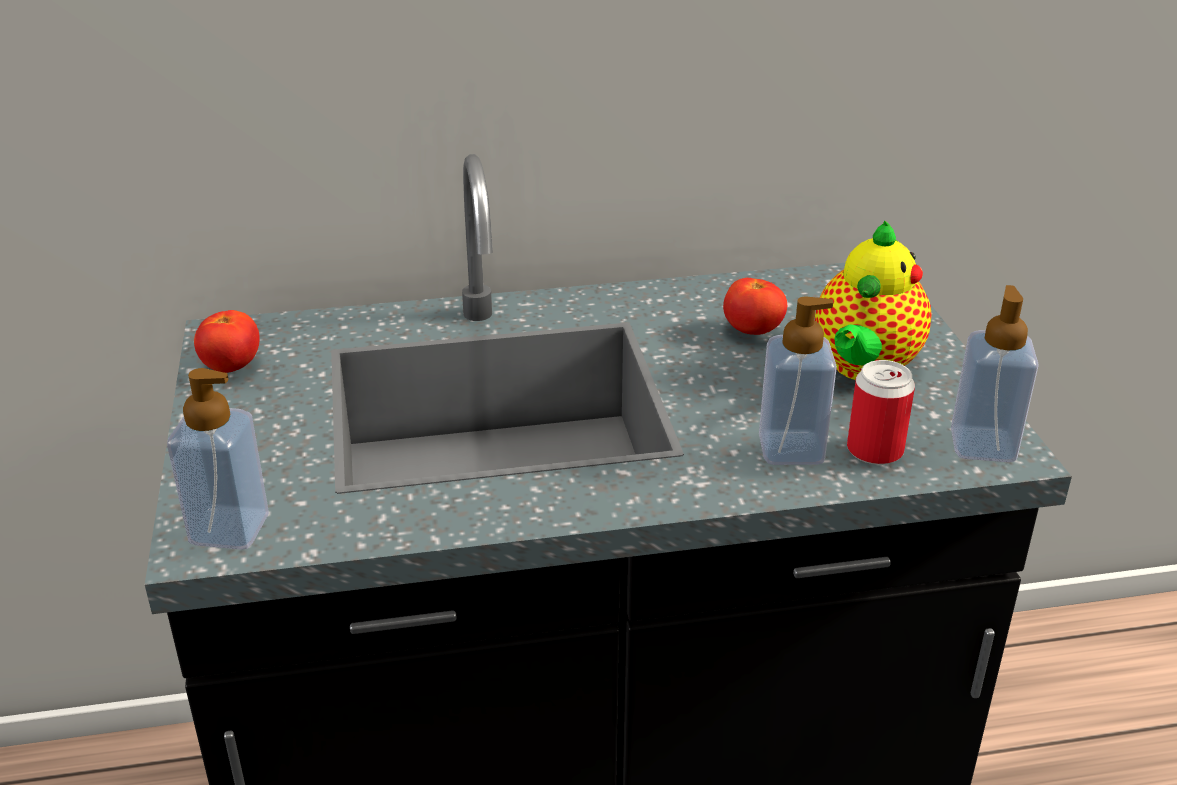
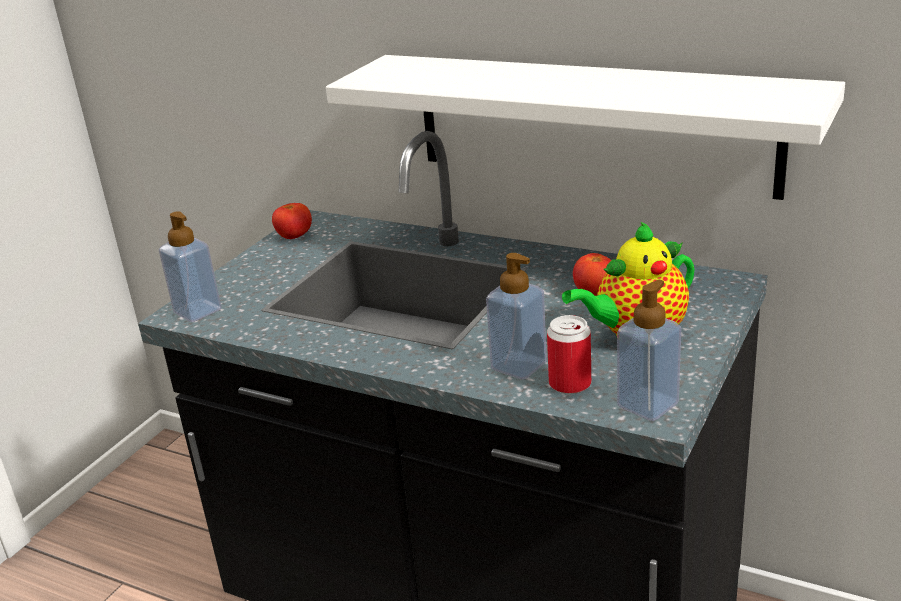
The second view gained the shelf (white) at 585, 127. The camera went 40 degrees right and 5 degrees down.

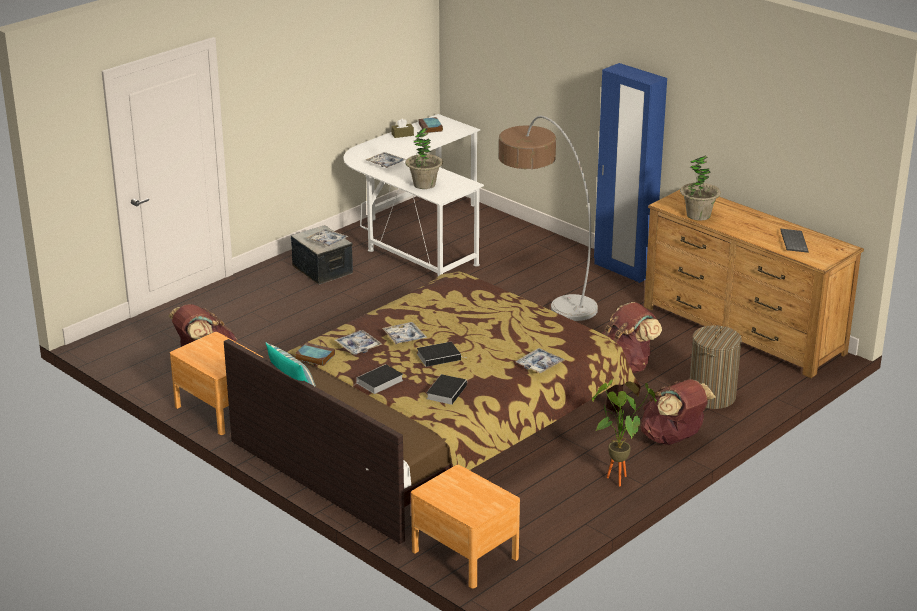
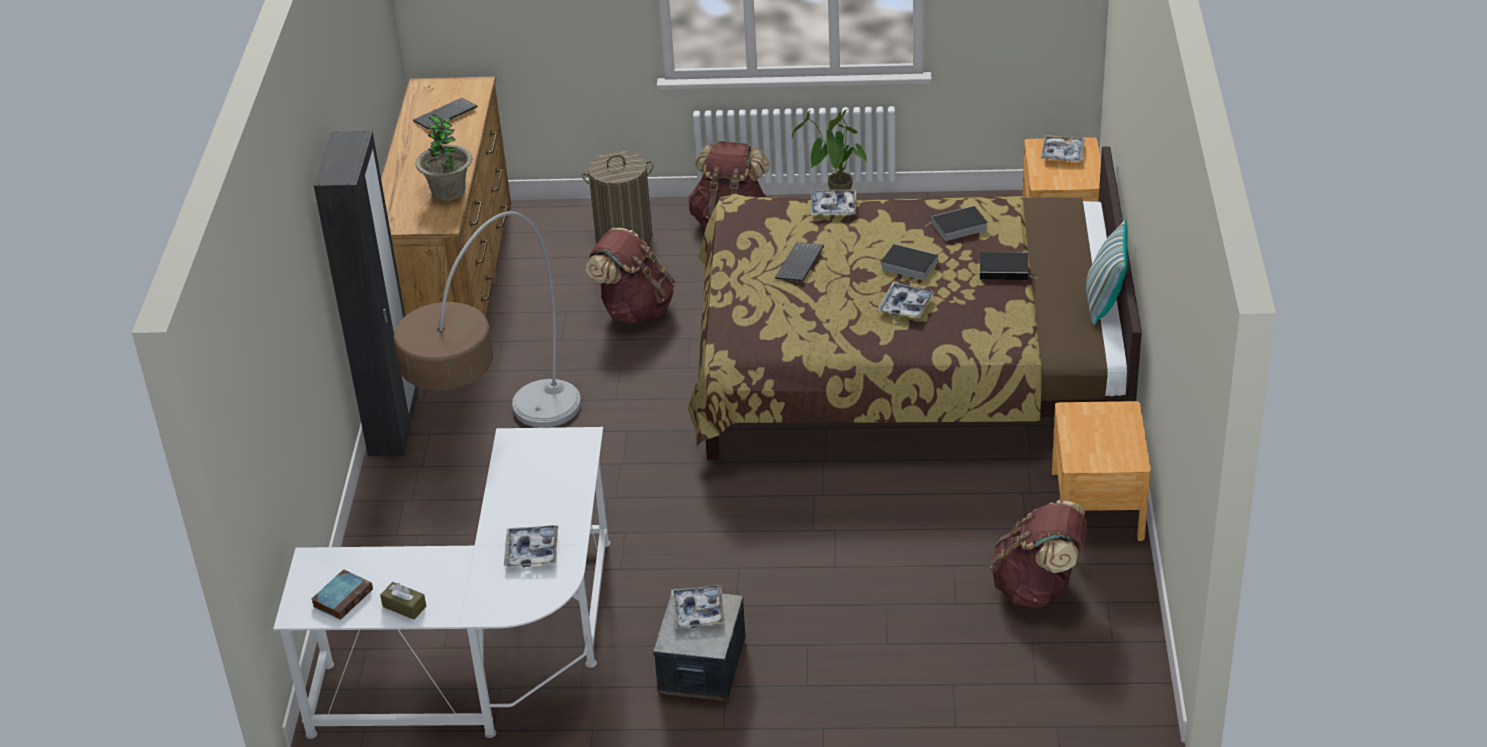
What was the wardrobe (blue) at 630, 173 turned into the wardrobe (black) at 366, 293. The second view lost the potted plant at 424, 158. The tray ended up elsewhere, having gone from 358, 342 to 1063, 148. The second view lost the book at 315, 354. The second view gained the keyboard at 799, 262. The camera went 130 degrees left and 10 degrees up.

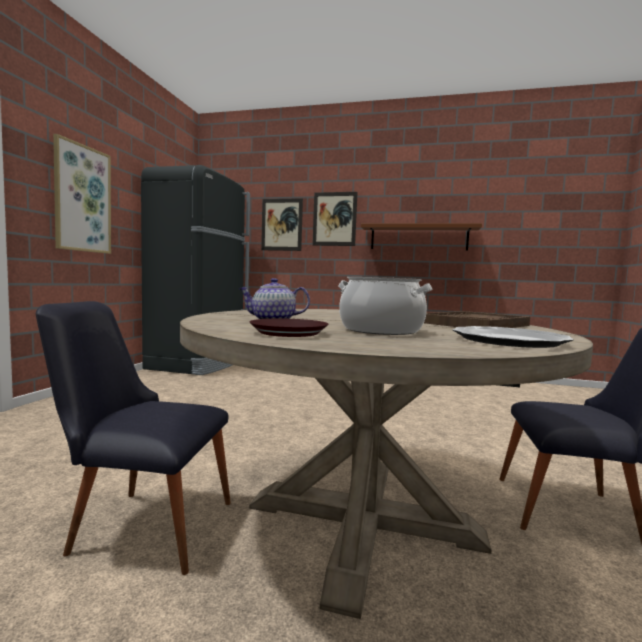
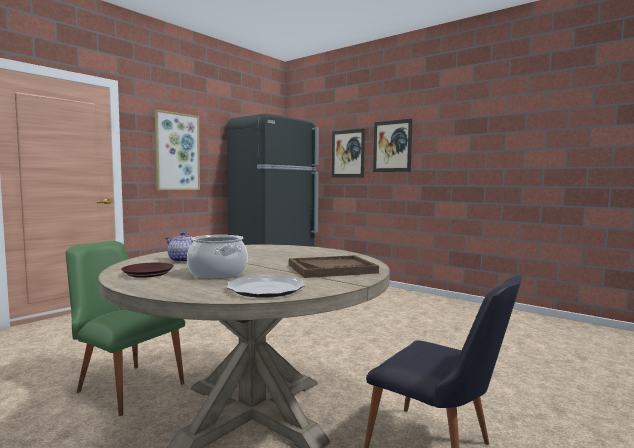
The second view lost the shelf (brown) at 421, 237. What was the chair (black) at 133, 438 turned into the chair (green) at 125, 328. The camera went 25 degrees right and 0 degrees up.

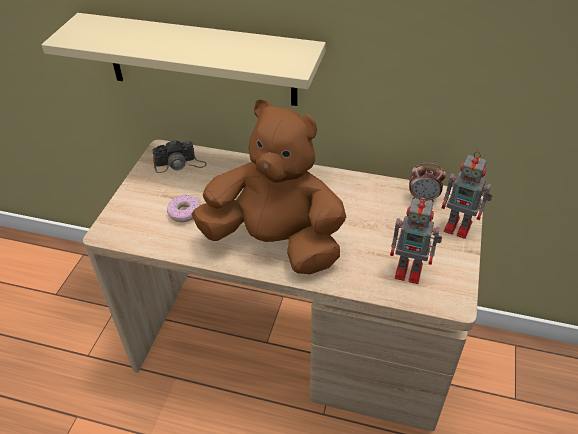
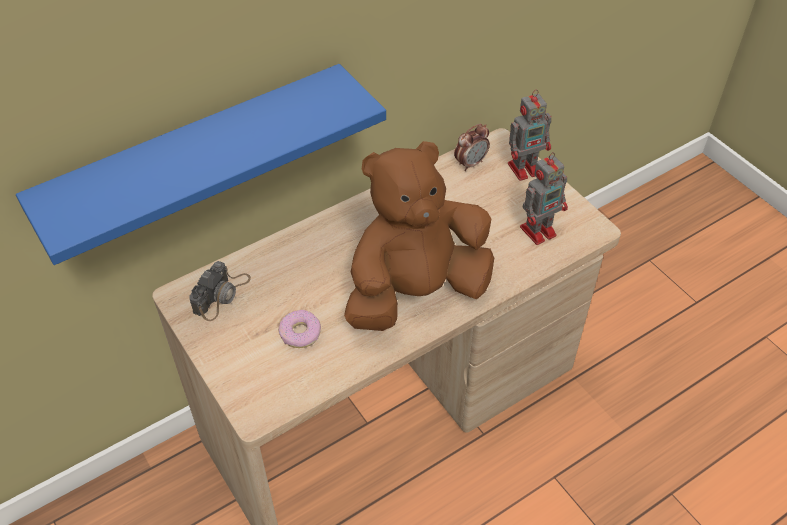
What was the shelf (beige) at 184, 59 turned into the shelf (blue) at 201, 164. The camera went 50 degrees left and 5 degrees up.

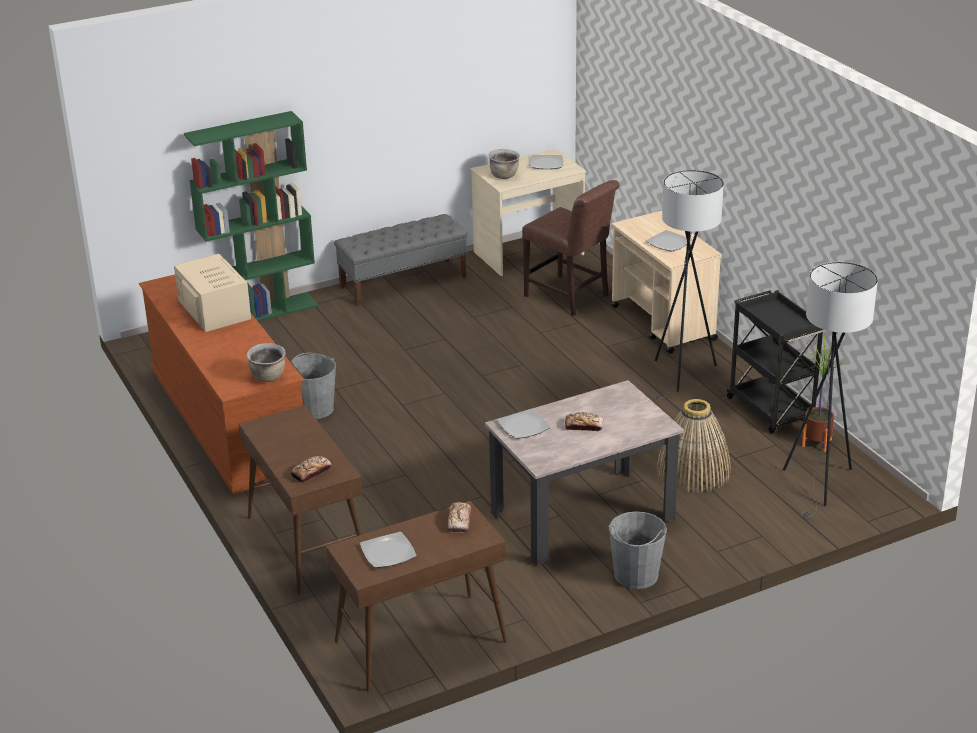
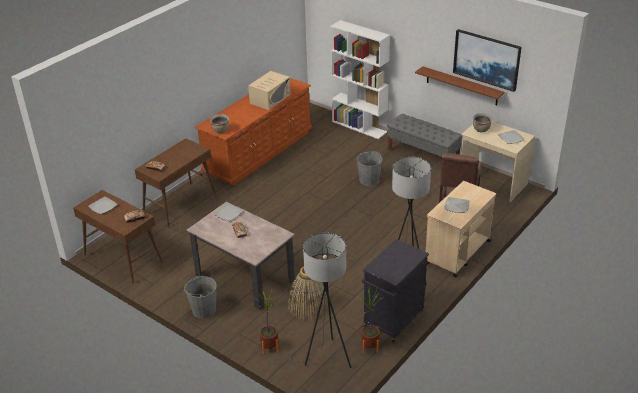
What was the bookcase (green) at 251, 216 turned into the bookcase (white) at 360, 79. Where the cart (black) stood at 775, 362, the cabinet (black) came to stand at 395, 290. The bucket (grey) ended up elsewhere, having gone from 313, 386 to 370, 168. The second view gained the picture at 487, 60. The second view gained the shelf (brown) at 460, 85. The second view gained the potted plant at 269, 321. The camera went 65 degrees right and 5 degrees up.

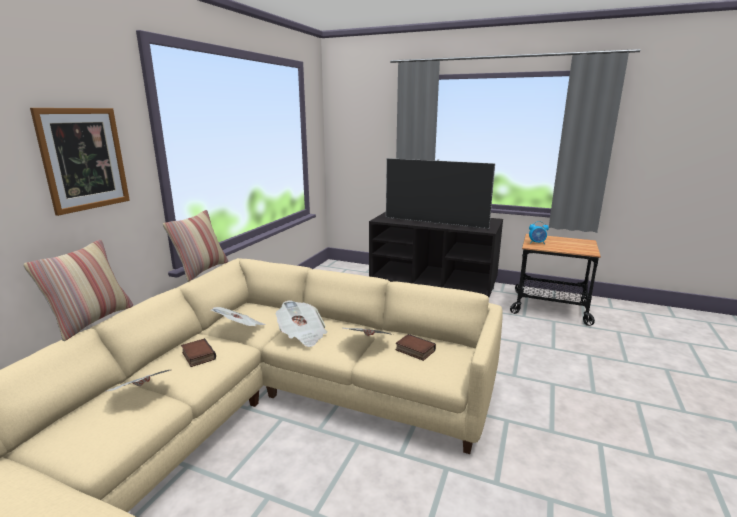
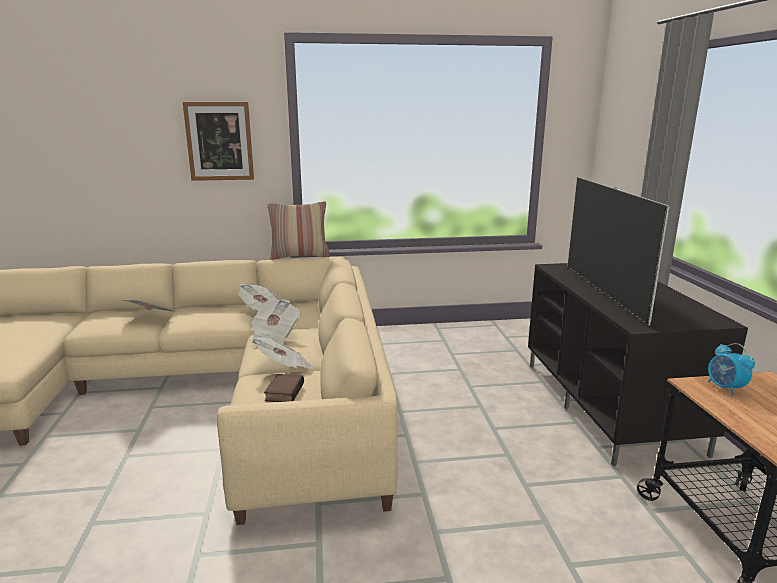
The second view lost the pillow at 78, 290. The second view lost the book at 198, 352. The camera went 60 degrees right and 0 degrees up.

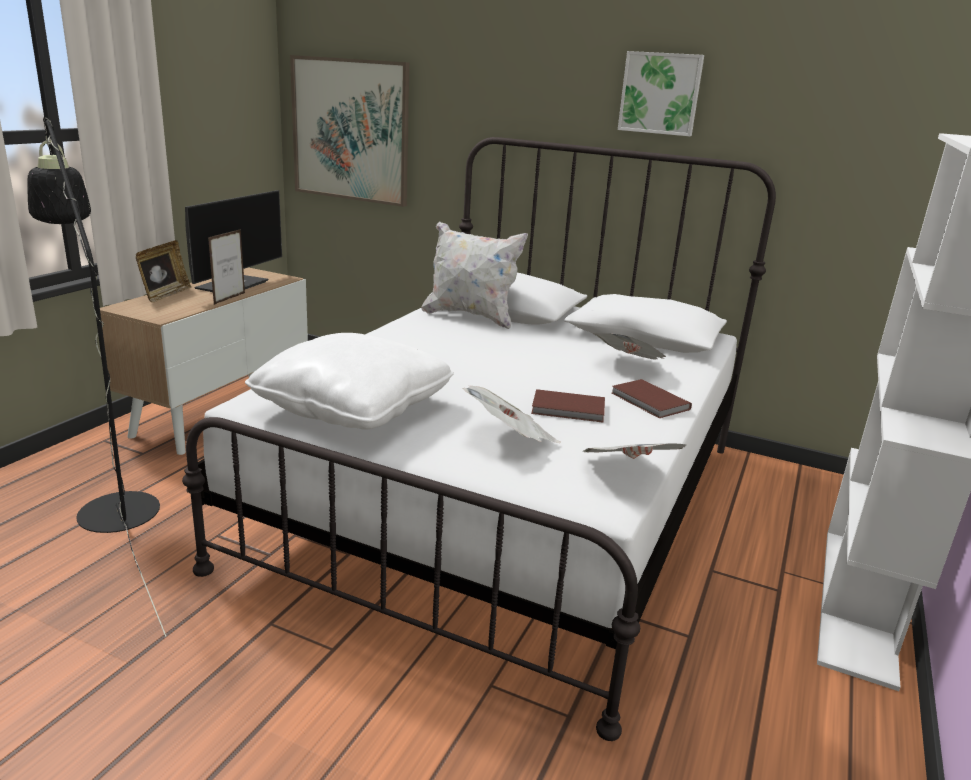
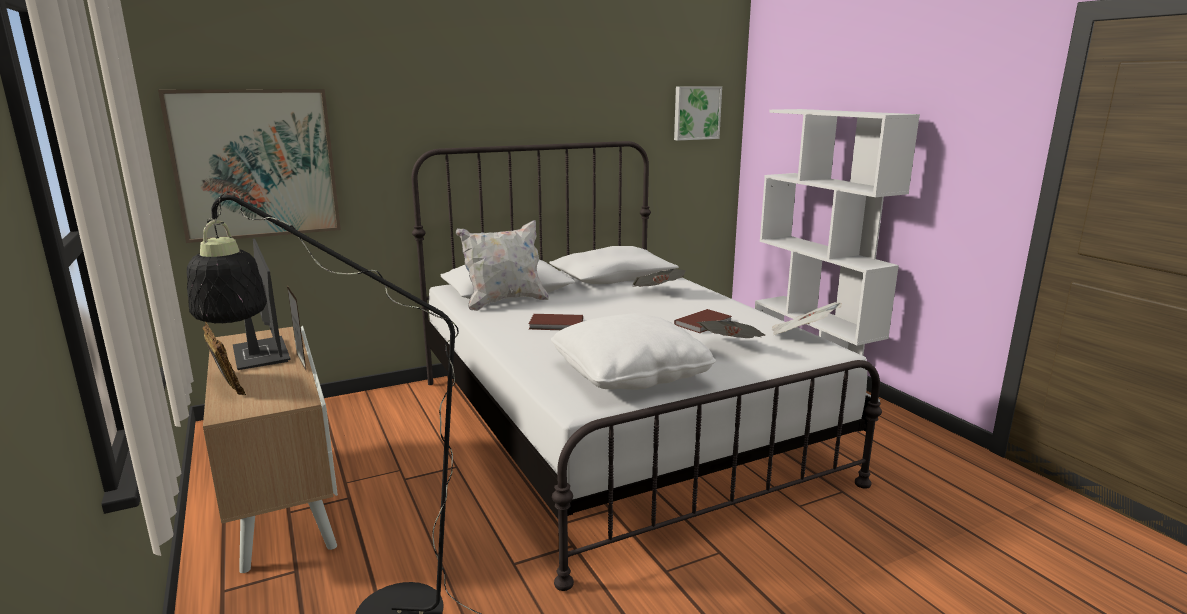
The picture ended up elsewhere, having gone from 661, 93 to 698, 114. The book (brown) ended up elsewhere, having gone from 651, 398 to 556, 322. The camera went 50 degrees left and 5 degrees down.

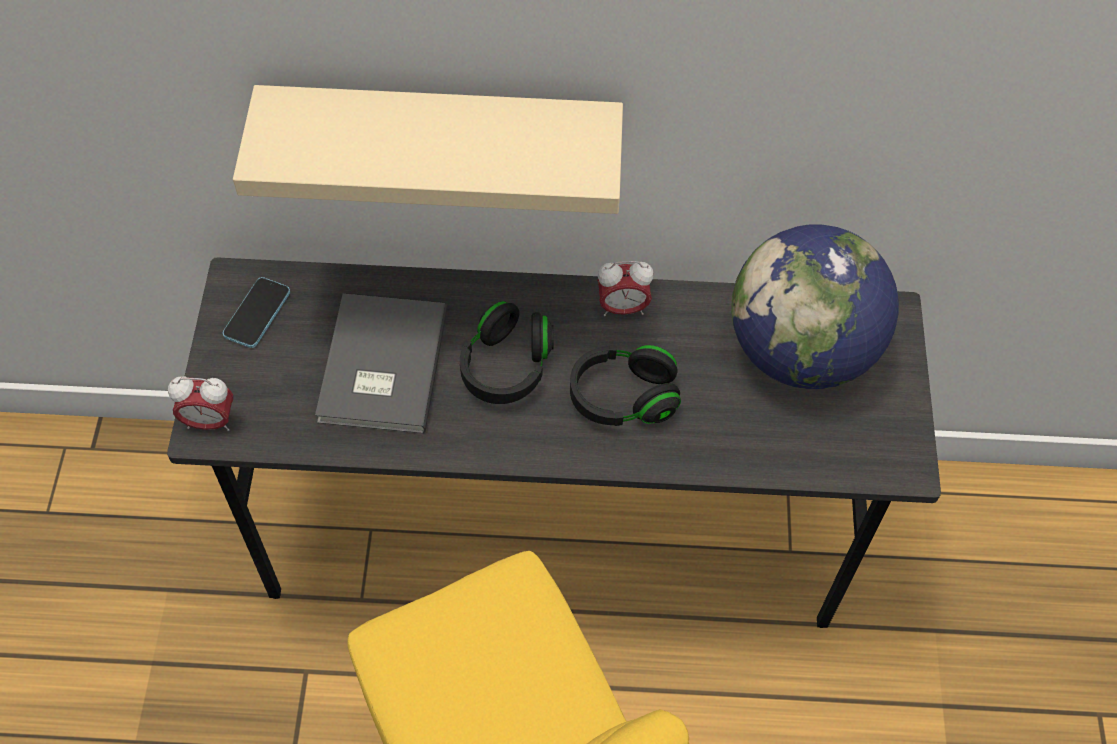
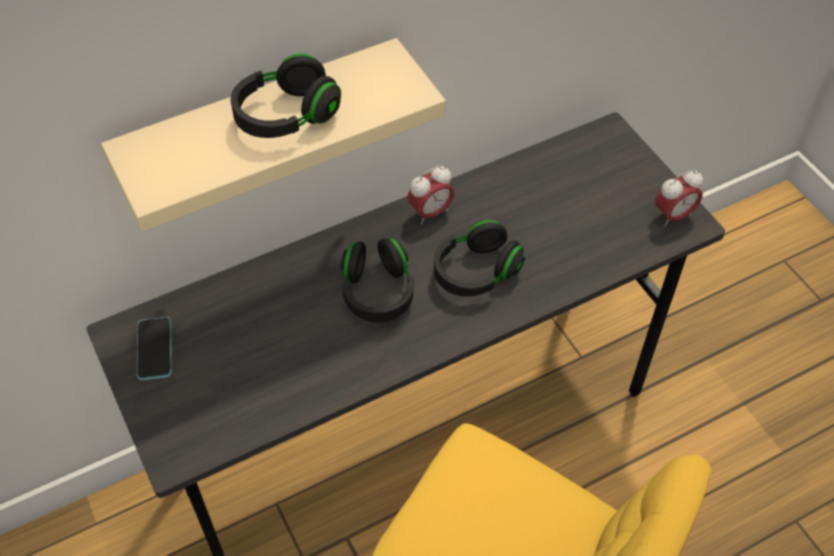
The second view lost the globe at 815, 306. The second view lost the book (grey) at 381, 364. The alarm clock ended up elsewhere, having gone from 200, 403 to 679, 198. The second view gained the headphones (black) at 286, 95. The camera went 30 degrees left and 5 degrees down.

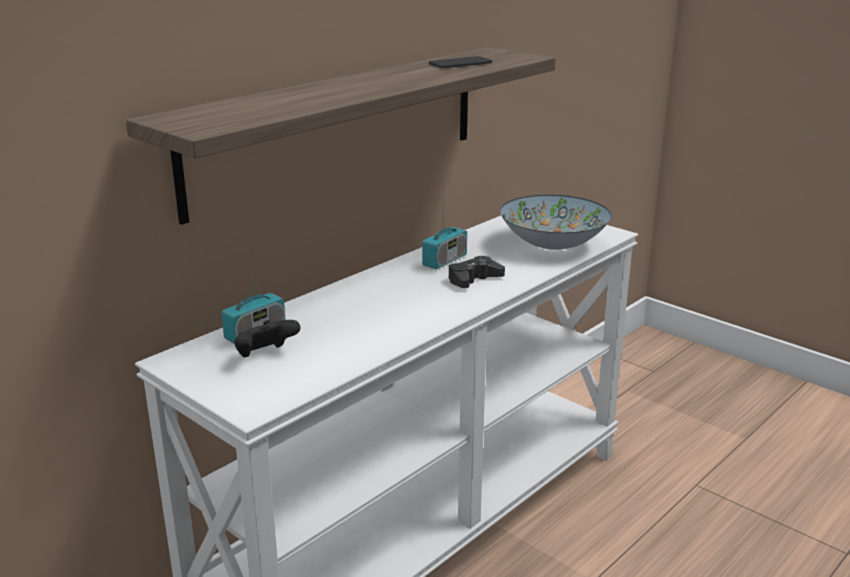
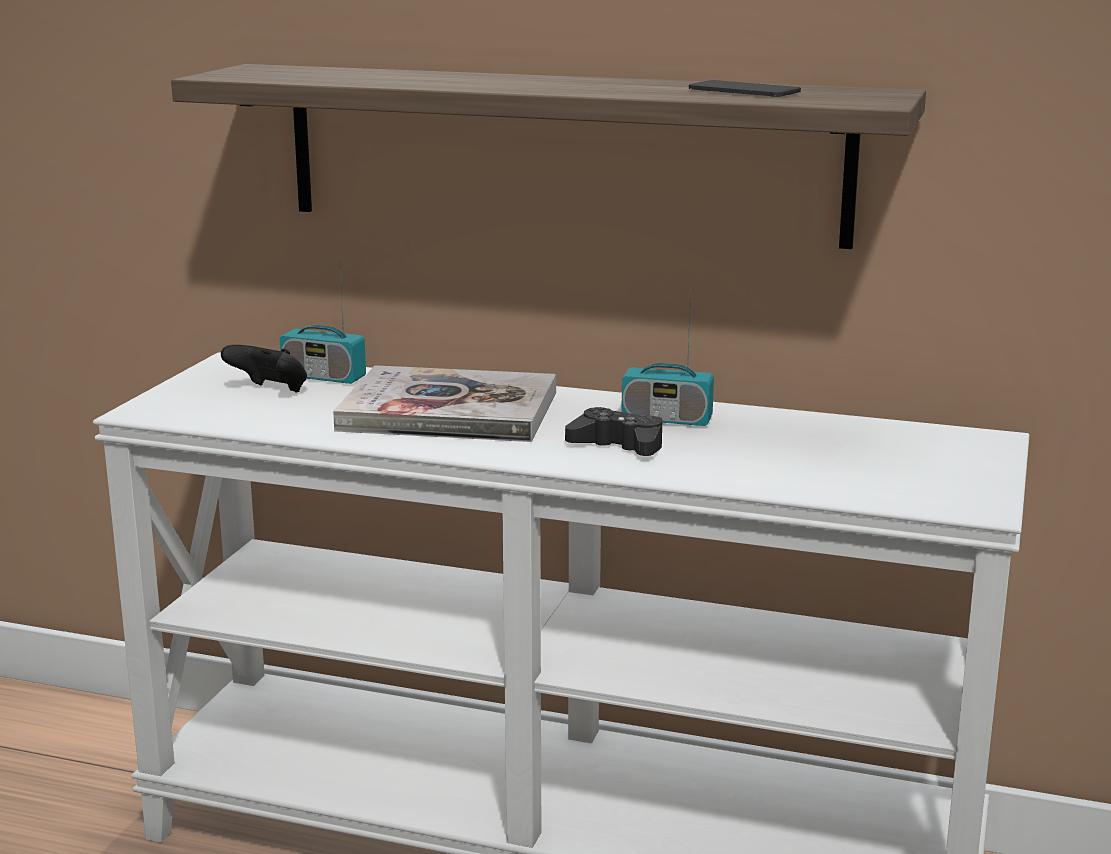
The second view lost the bowl at 556, 222. The second view gained the book at 444, 403. The camera went 65 degrees right and 5 degrees down.

